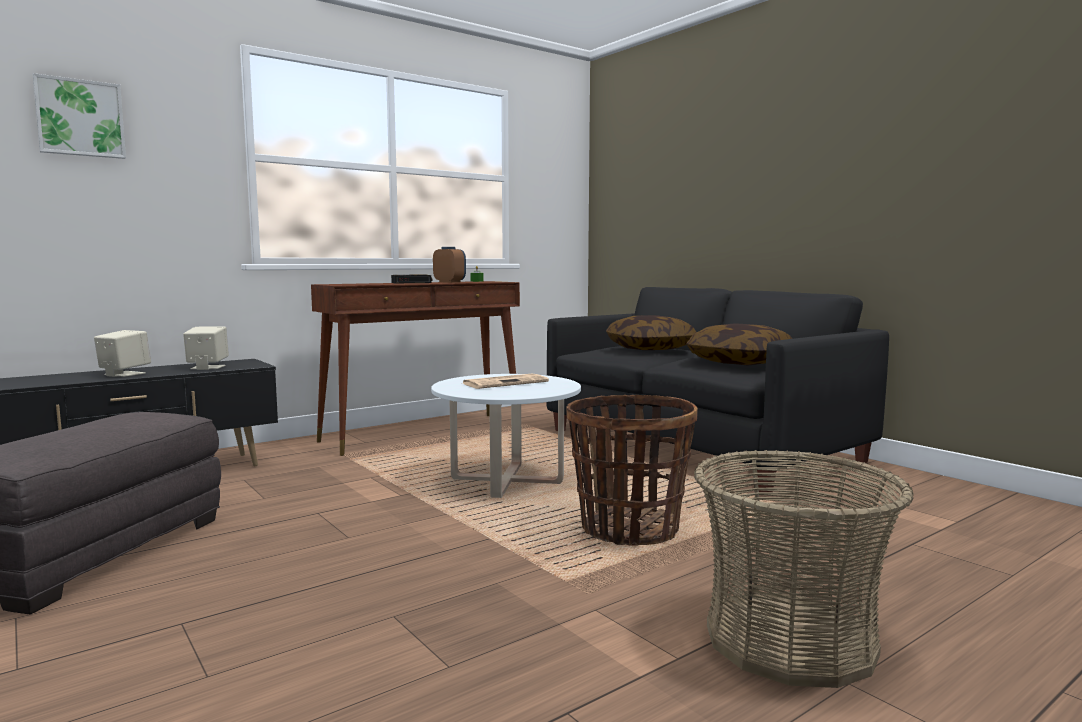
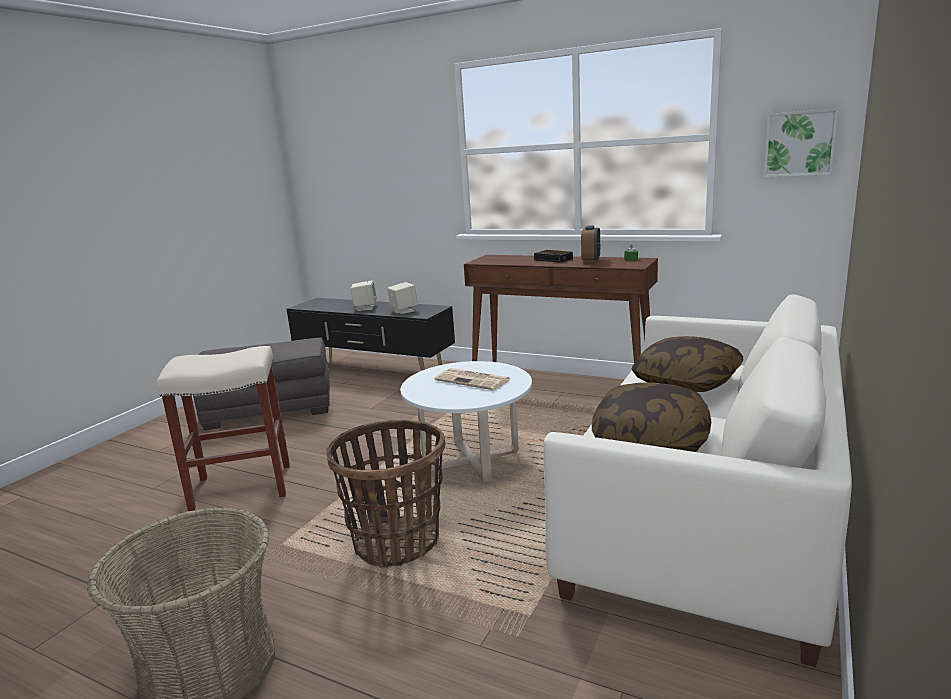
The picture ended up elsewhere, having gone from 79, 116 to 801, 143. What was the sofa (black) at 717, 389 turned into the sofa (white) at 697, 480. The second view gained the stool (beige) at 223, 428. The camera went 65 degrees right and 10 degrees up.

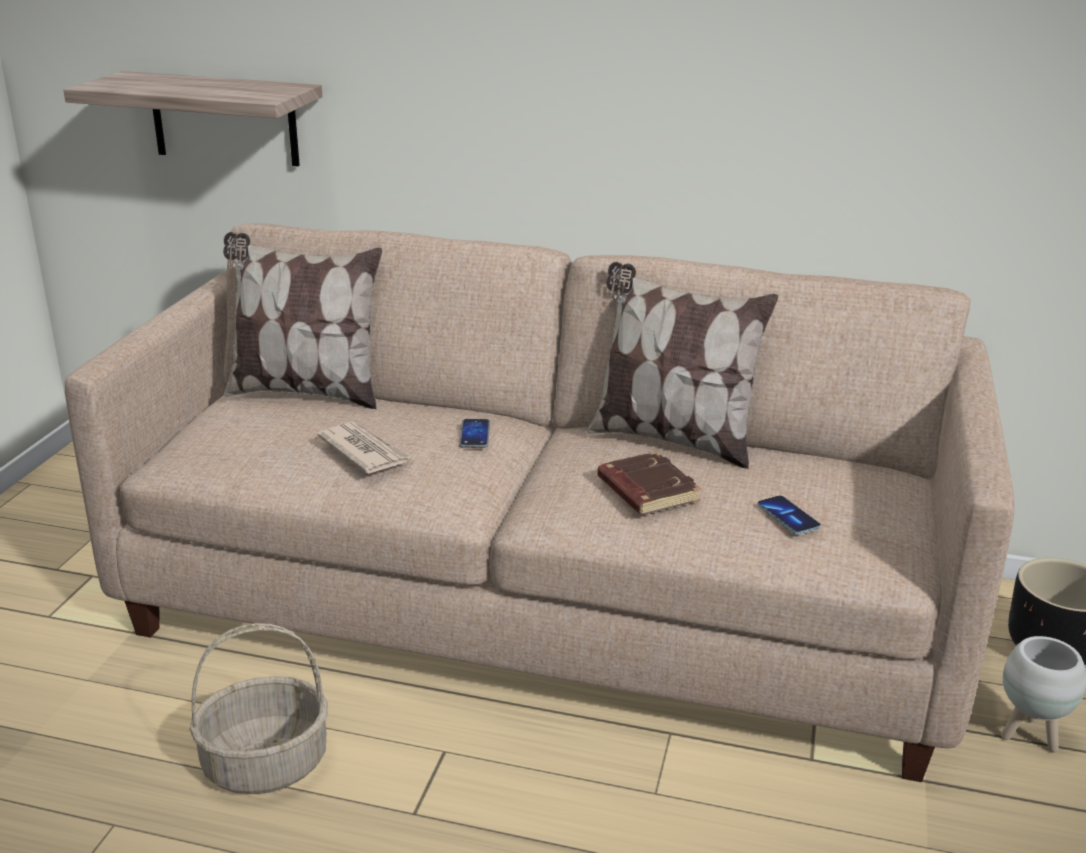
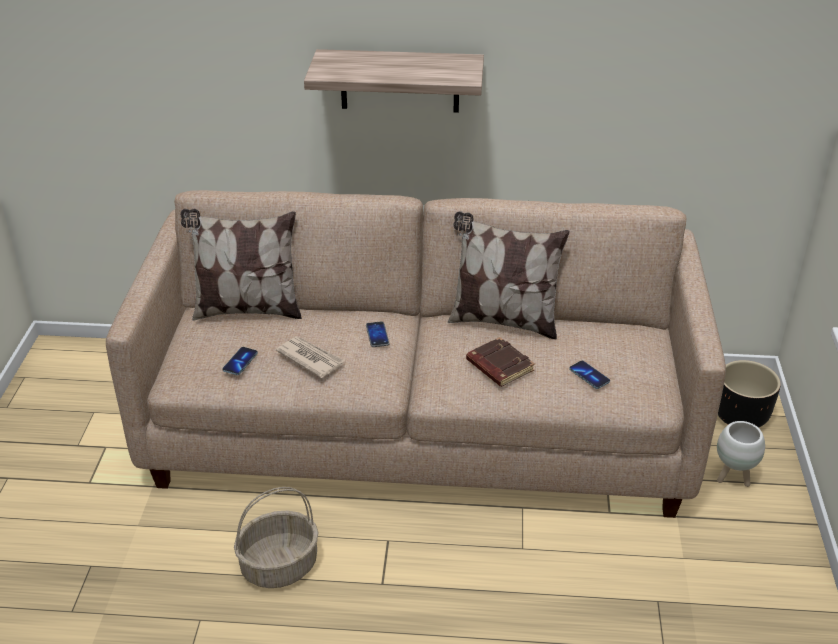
The shelf ended up elsewhere, having gone from 193, 118 to 394, 81. The second view gained the phone at 240, 361. The camera went 10 degrees left and 10 degrees up.

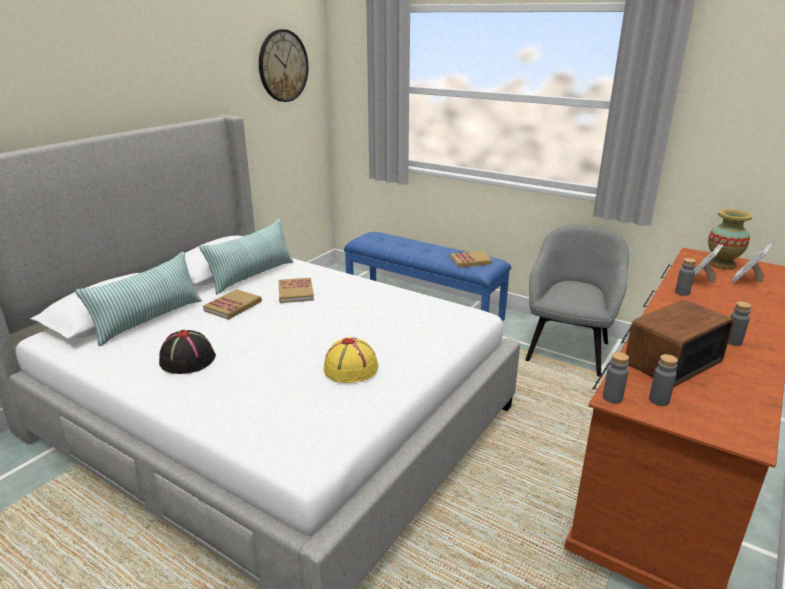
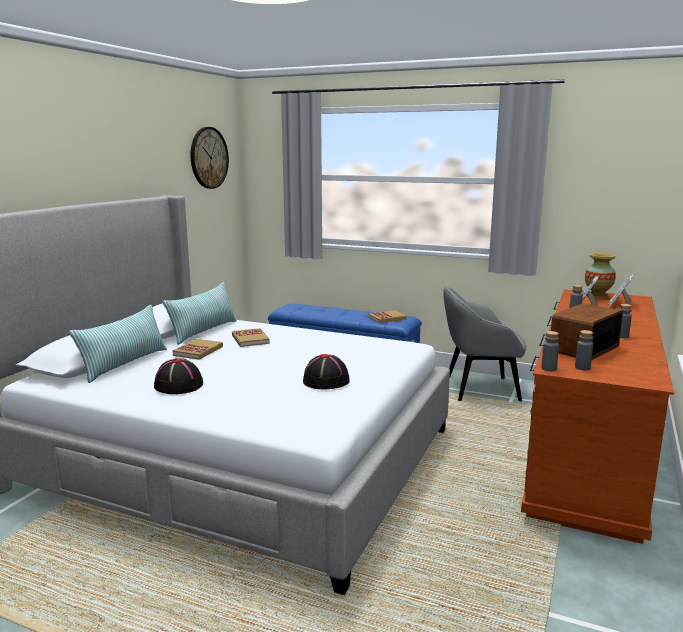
The armchair (grey) at 577, 300 ended up facing another way, 105 degrees counterclockwise from before. What was the hat (yellow) at 350, 360 turned into the hat (black) at 326, 371. The camera went 10 degrees left and 10 degrees down.

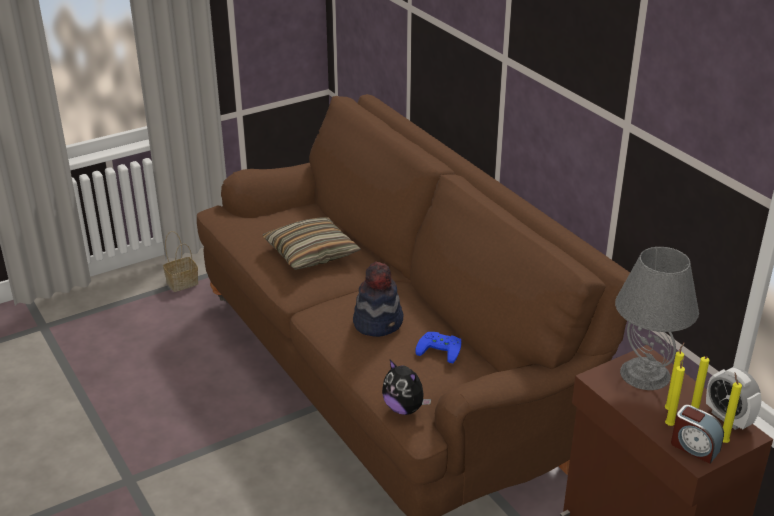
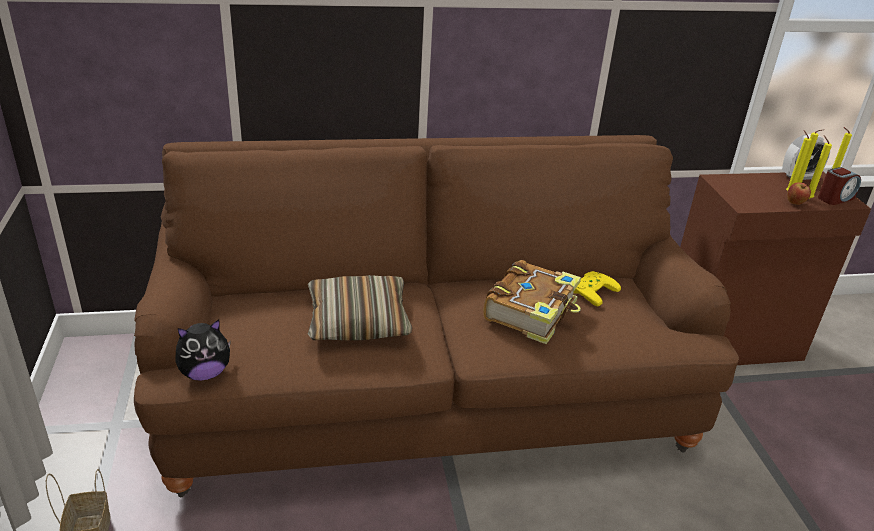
The second view lost the table lamp (grey) at 657, 318. Where the hat stood at 378, 299, the book came to stand at 532, 302. What was the game controller (blue) at 438, 347 turned into the game controller (yellow) at 597, 289. The plush toy ended up elsewhere, having gone from 406, 387 to 203, 350. The second view gained the apple at 799, 193. The camera went 70 degrees left and 0 degrees up.

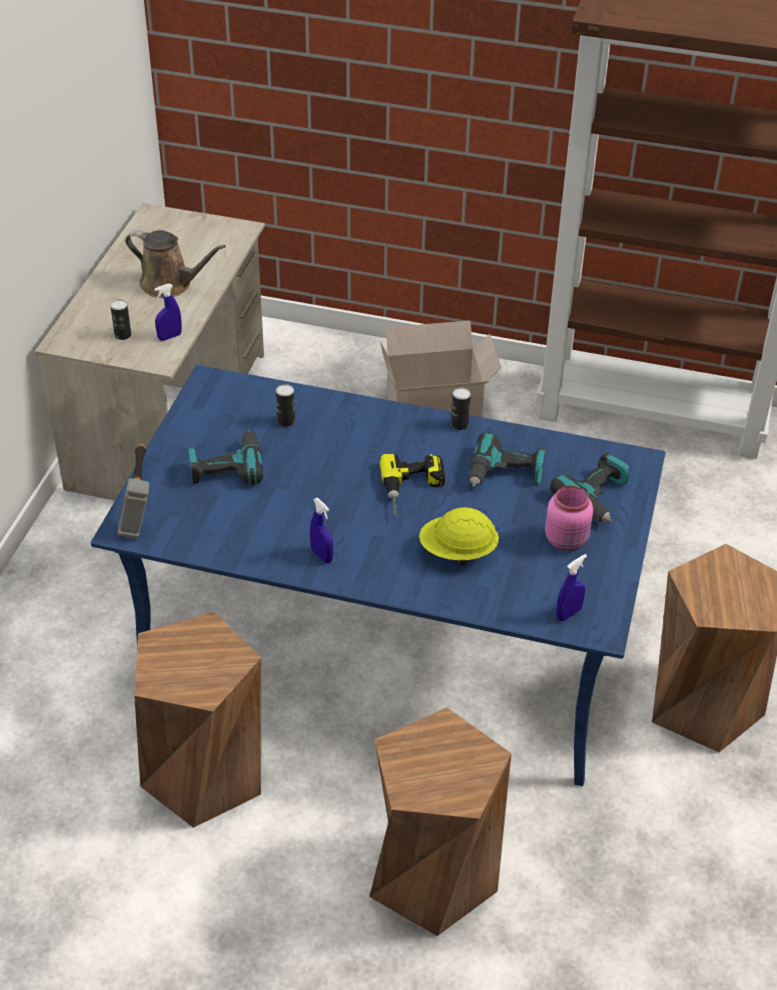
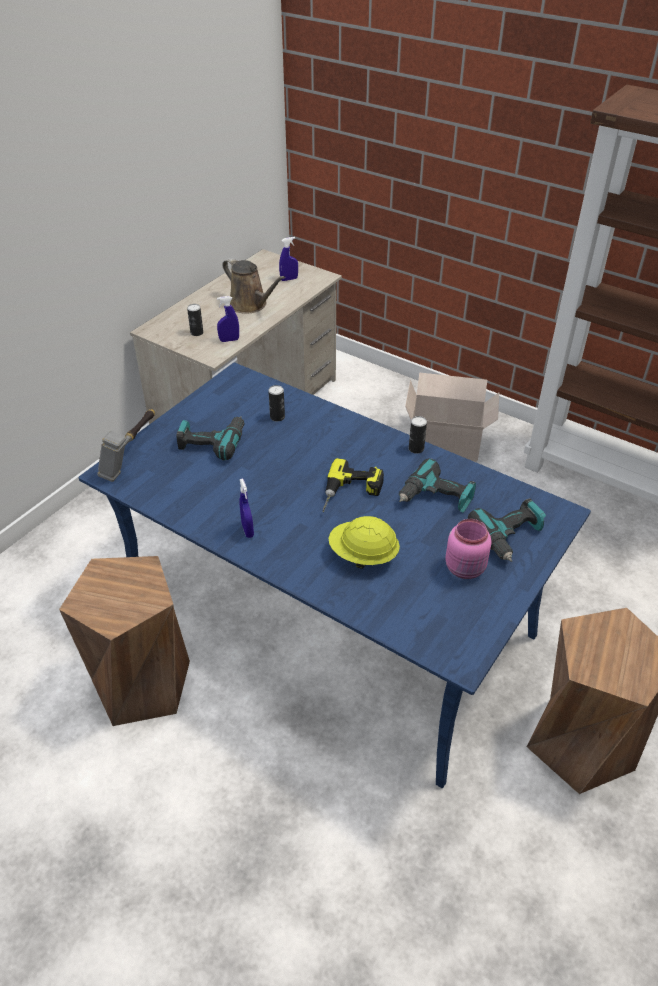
The spray bottle (blue) ended up elsewhere, having gone from 571, 587 to 288, 259. The second view lost the stool (brown) at 440, 822. The camera went 20 degrees right and 0 degrees up.

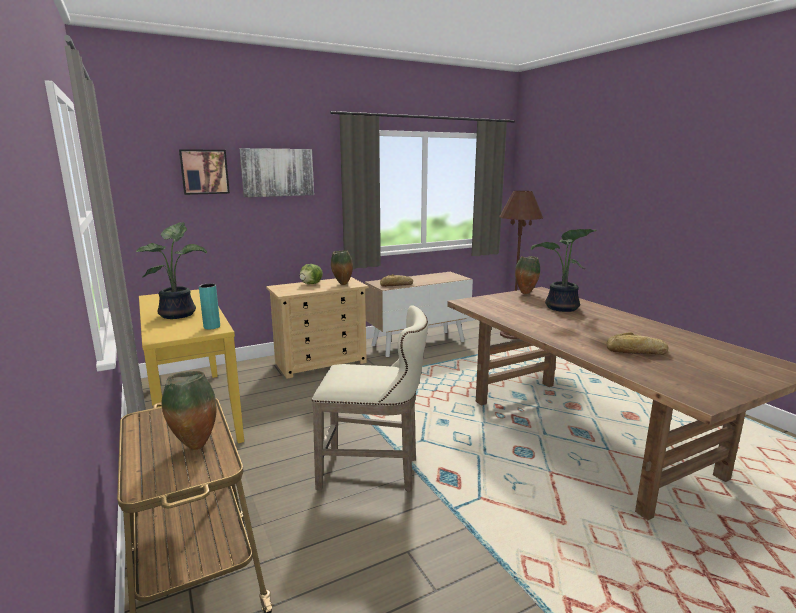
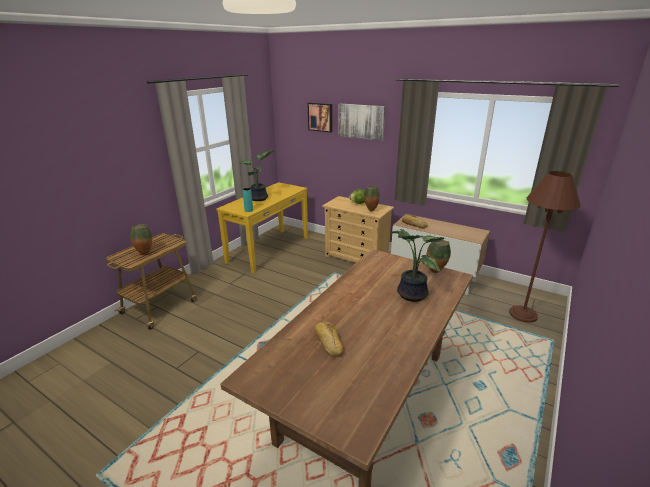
The second view lost the stool (beige) at 370, 398. The camera went 60 degrees right and 10 degrees up.

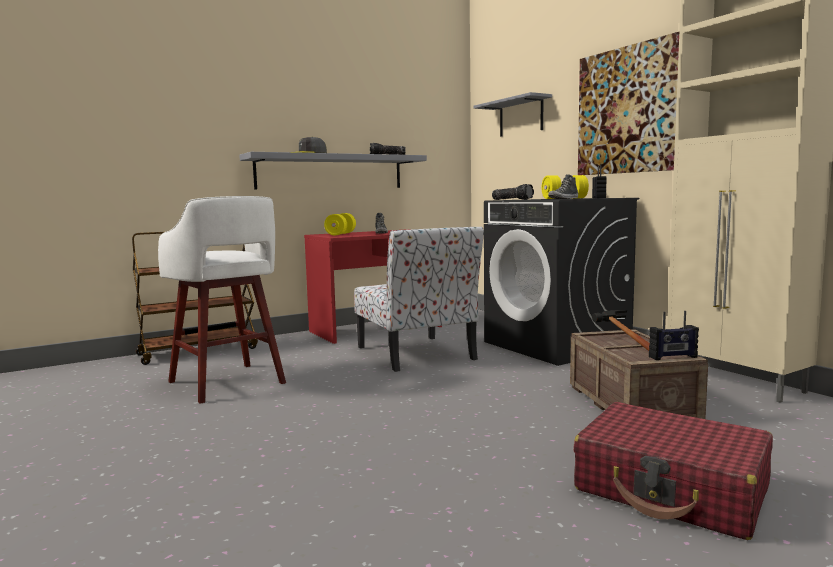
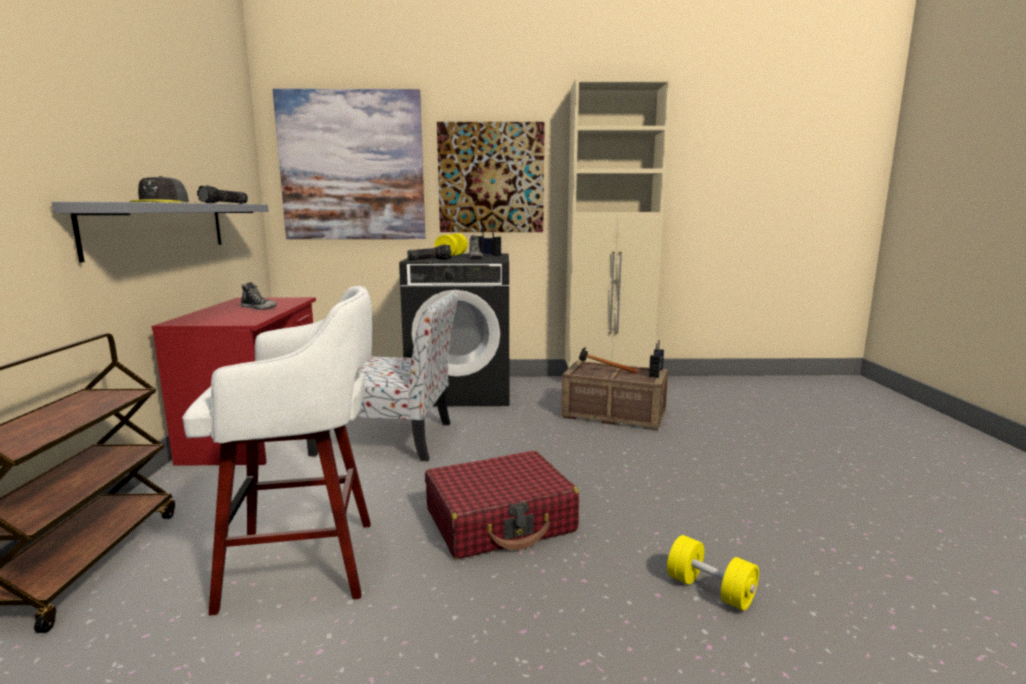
Where the shelf (grey) hung at 513, 114, the picture came to hang at 349, 164. The dumbbell (yellow) ended up elsewhere, having gone from 340, 224 to 713, 573. The suitcase (red) ended up elsewhere, having gone from 673, 471 to 502, 505. The camera went 60 degrees left and 5 degrees up.

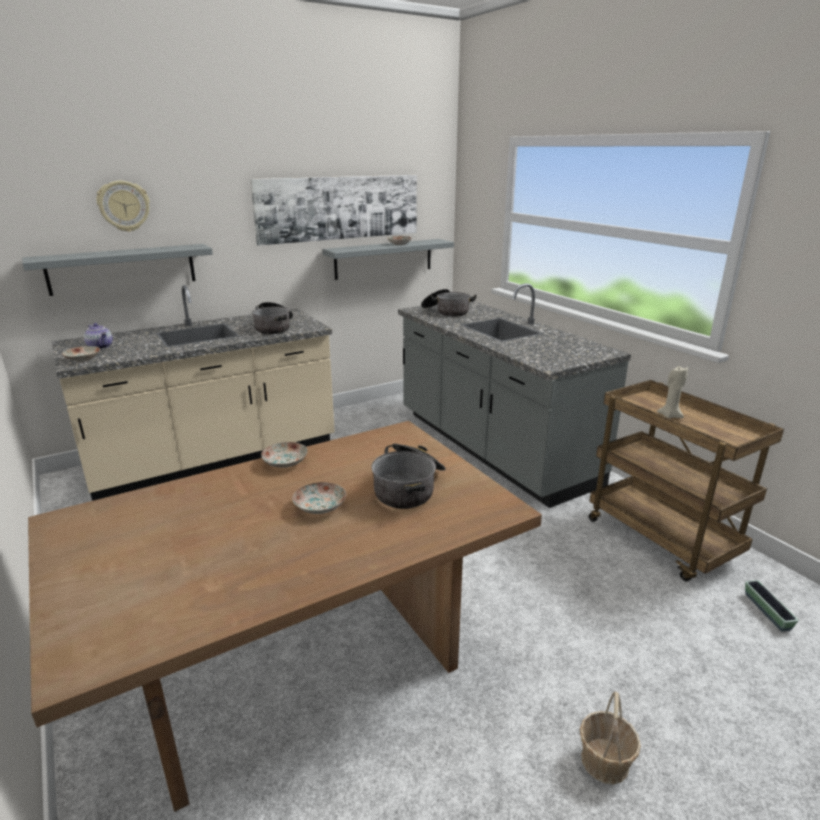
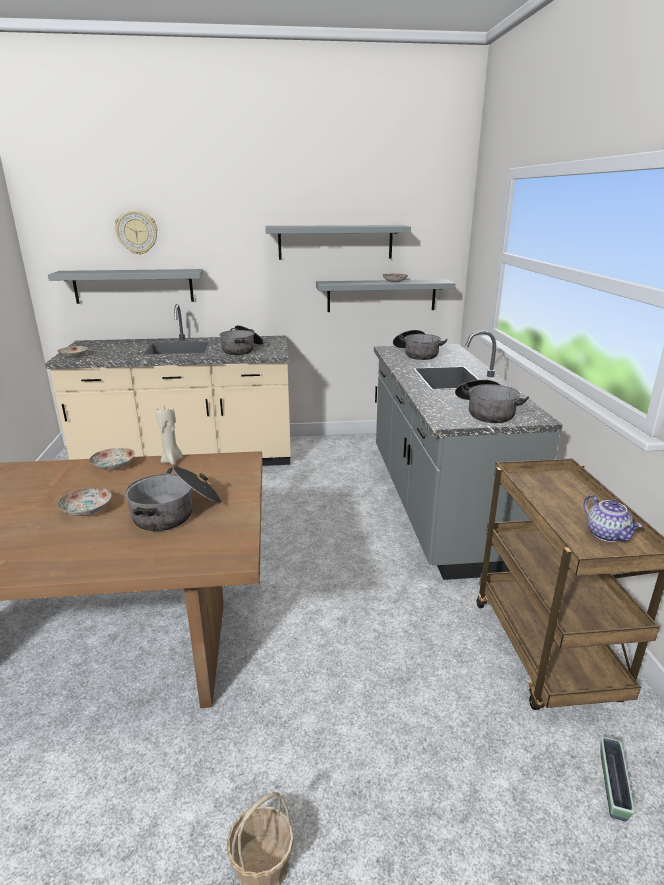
Where the picture hung at 333, 210, the shelf (grey) came to hang at 338, 242. The teapot ended up elsewhere, having gone from 98, 336 to 612, 518. The candle (beige) ended up elsewhere, having gone from 672, 392 to 169, 435. The second view gained the cooking pot at 492, 401. The camera went 25 degrees right and 0 degrees up.

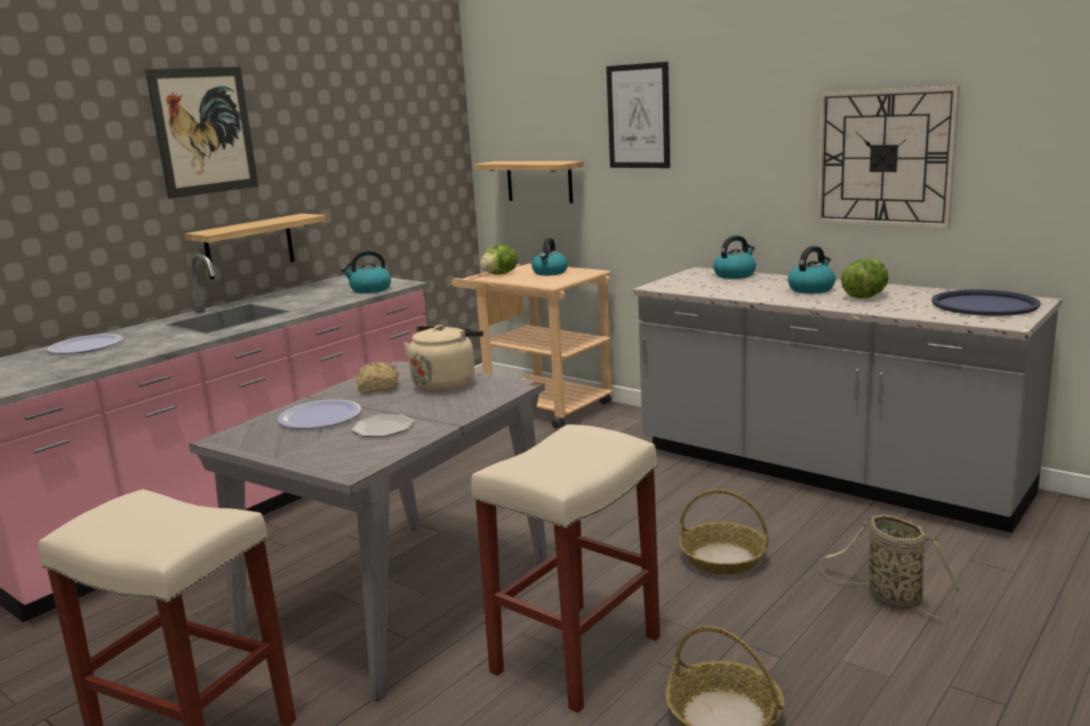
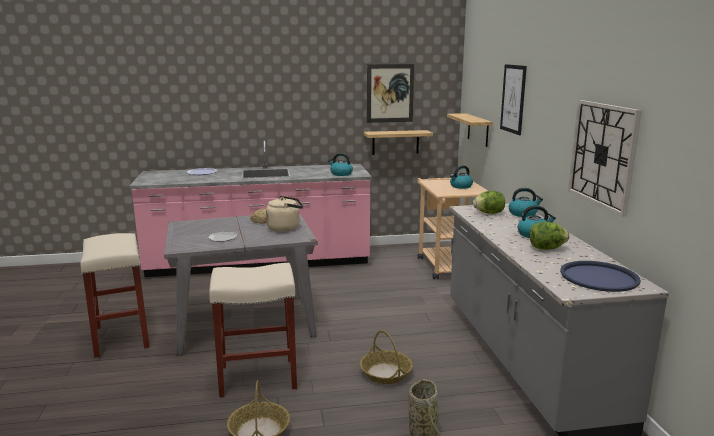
The picture ended up elsewhere, having gone from 201, 132 to 390, 93. The shelf ended up elsewhere, having gone from 255, 247 to 398, 142. The lettuce ended up elsewhere, having gone from 498, 259 to 489, 202. The second view lost the plate at 319, 414. The camera went 40 degrees right and 0 degrees up.

